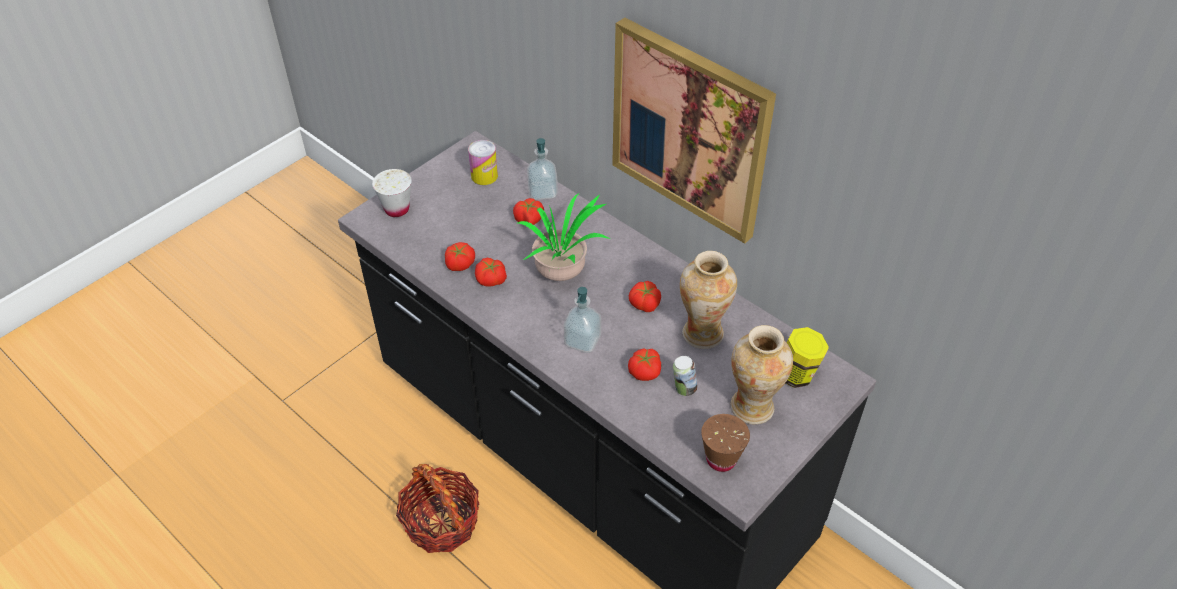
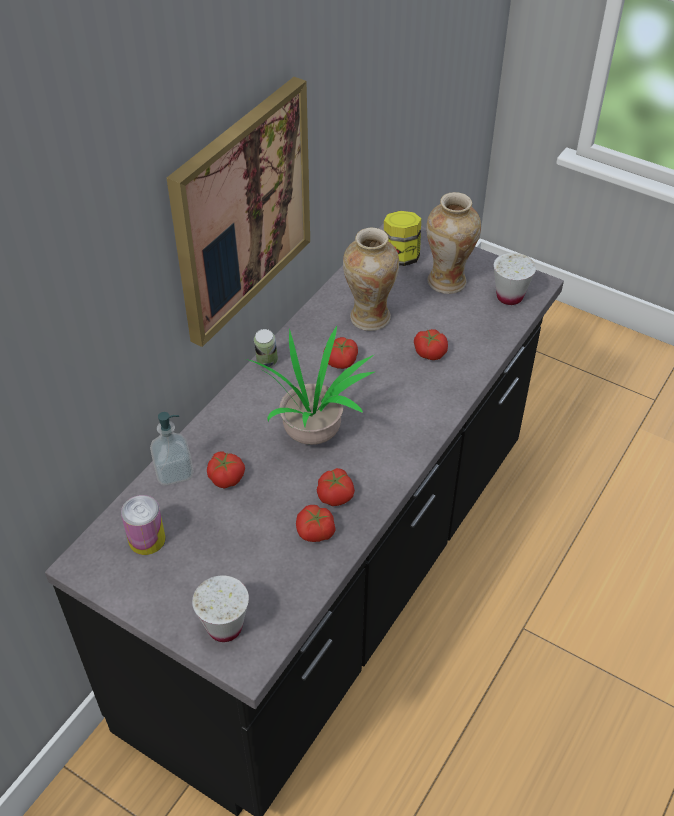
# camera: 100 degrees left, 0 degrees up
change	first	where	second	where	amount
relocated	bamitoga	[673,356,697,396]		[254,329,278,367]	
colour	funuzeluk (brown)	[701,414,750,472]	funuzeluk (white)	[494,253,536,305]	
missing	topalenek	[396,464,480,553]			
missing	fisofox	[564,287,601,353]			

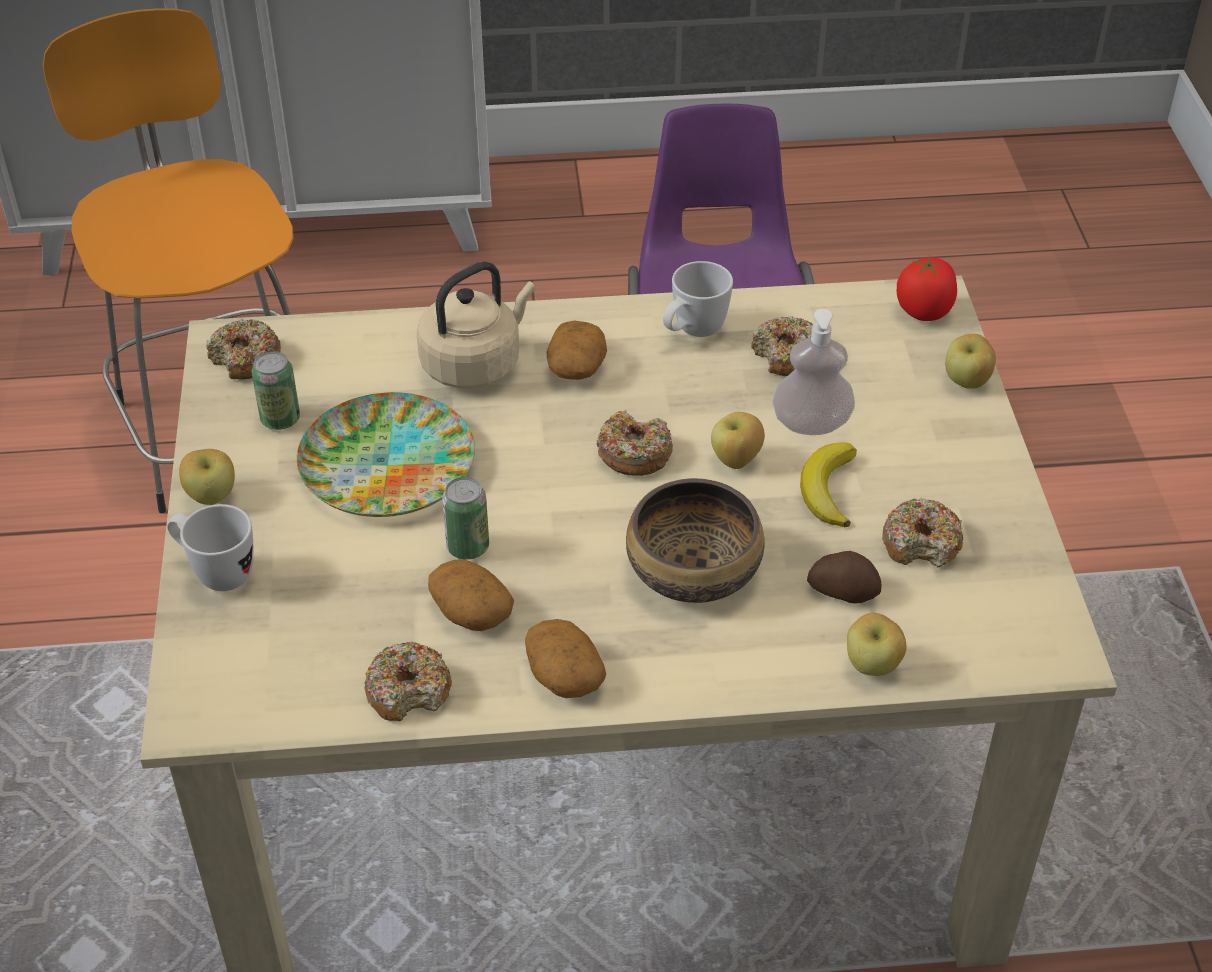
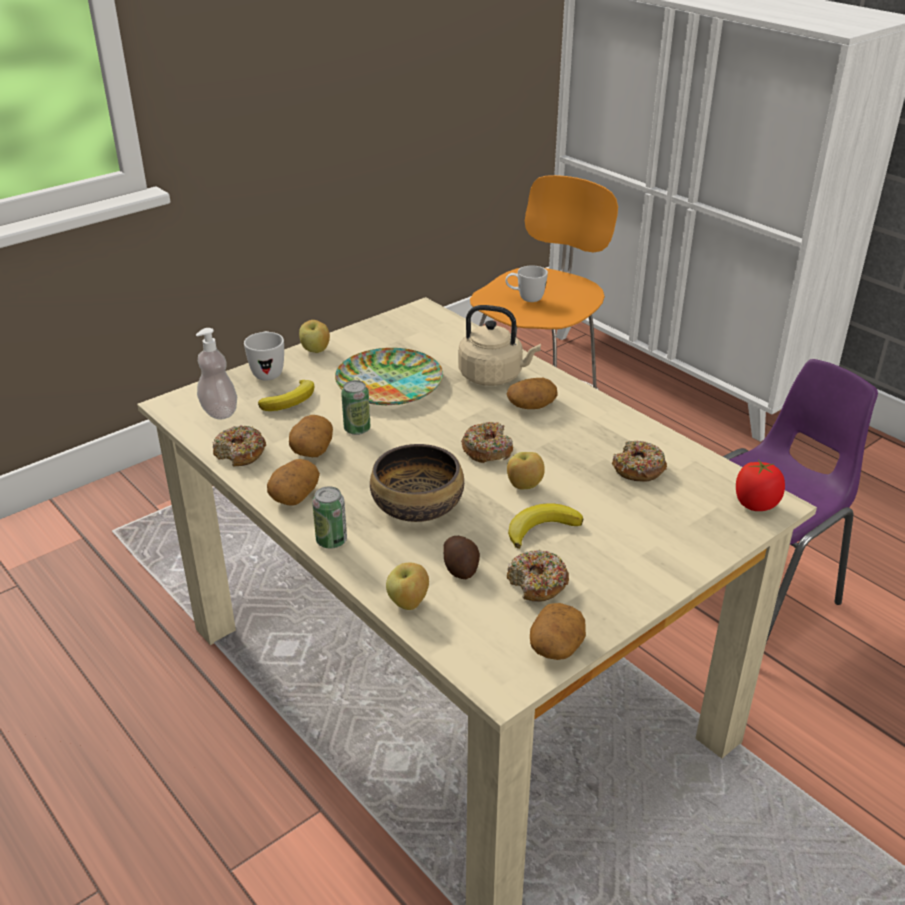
# camera: 55 degrees right, 10 degrees down
change	first	where	second	where	amount
relocated	fisofox	[773,309,855,435]		[196,328,237,420]	
appeared			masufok	[258,380,315,411]	
relocated	bamitoga	[252,351,300,430]		[312,486,347,549]	
relocated	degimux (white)	[663,261,733,337]		[505,265,548,302]	
appeared			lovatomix	[530,603,586,660]	
missing	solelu	[206,319,281,380]			
missing	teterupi	[945,334,996,389]			

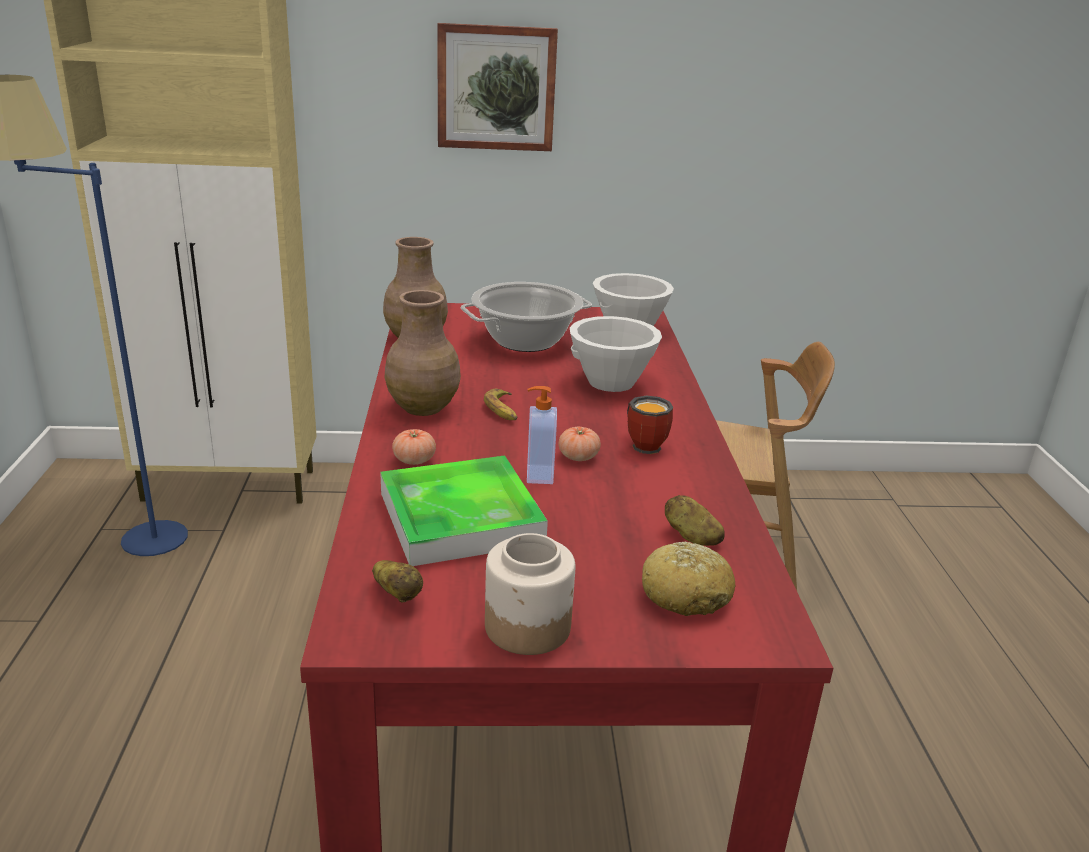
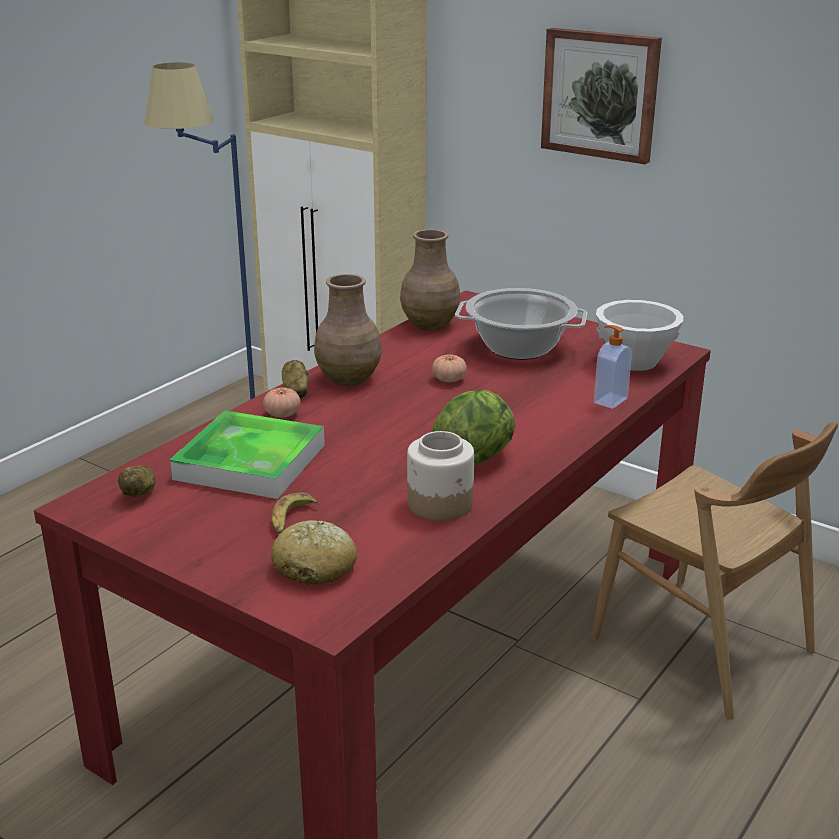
# camera: 40 degrees right, 0 degrees up
change	first	where	second	where	amount
relocated	masufok	[484,389,517,420]		[272,492,320,534]	
relocated	lovatomix	[665,495,725,546]		[282,360,308,398]	
relocated	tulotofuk	[485,533,575,655]		[407,431,474,521]	
relocated	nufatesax	[559,427,601,461]		[432,355,467,382]	
exchanged	degimux	[627,396,673,454]	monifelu	[432,390,515,465]	
relocated	fisofox	[527,386,557,484]		[594,325,632,409]	
missing	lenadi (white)	[570,316,662,392]			

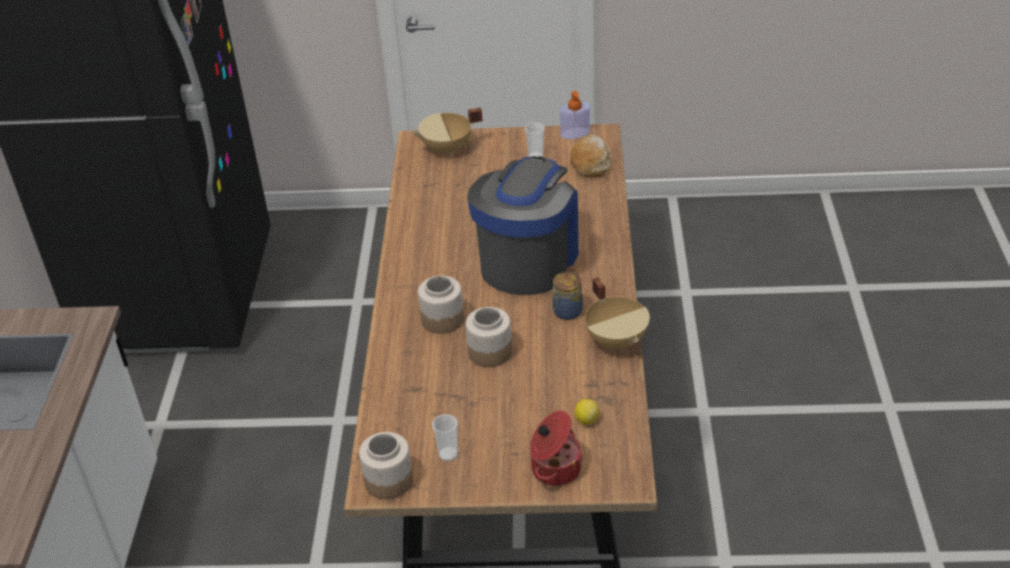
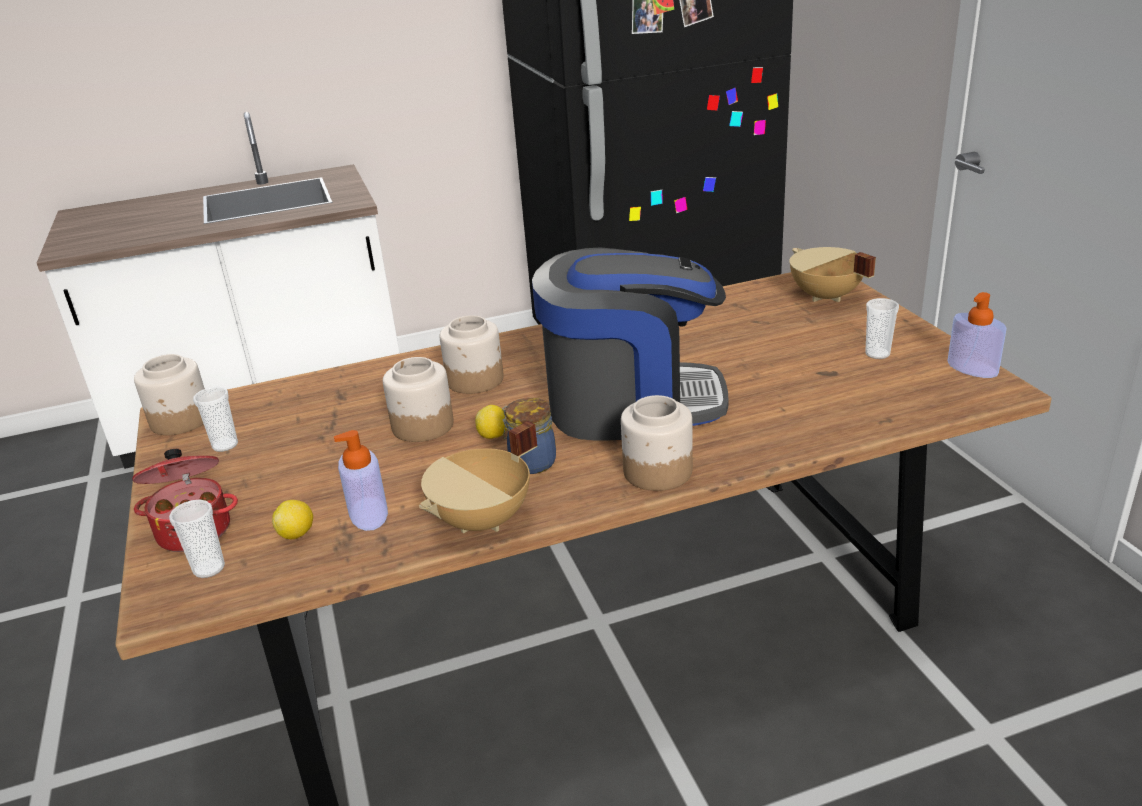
# camera: 70 degrees right, 10 degrees down
change	first	where	second	where	amount
appeared			funuzeluk	[169,500,225,578]	
appeared			fisofox	[334,430,388,531]	
appeared			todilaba	[475,405,507,439]	
appeared			tulotofuk	[621,395,693,491]	
missing	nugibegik	[570,135,611,178]			

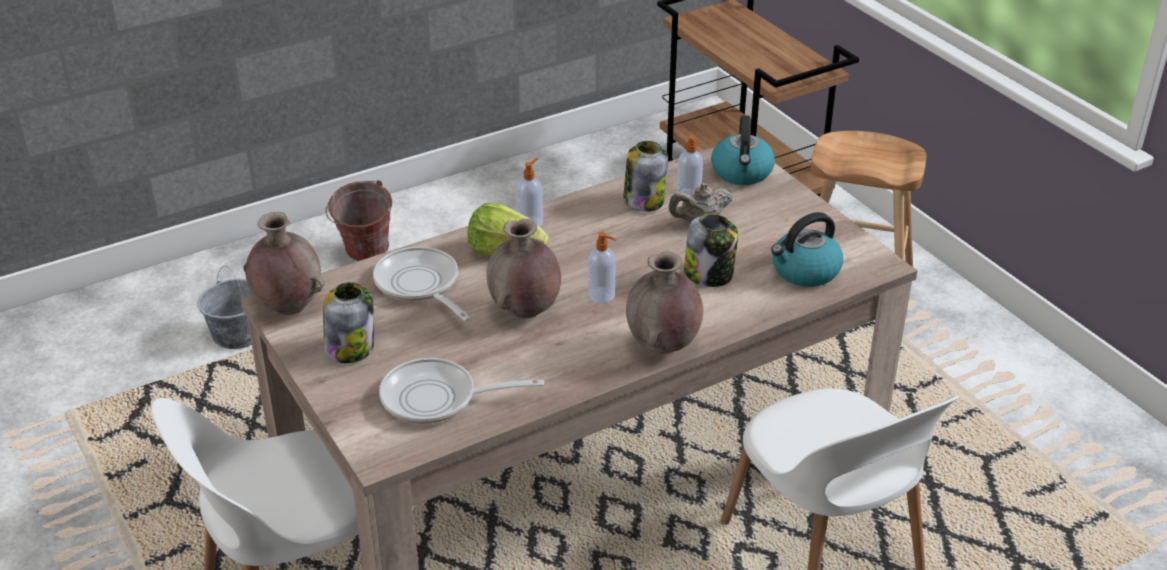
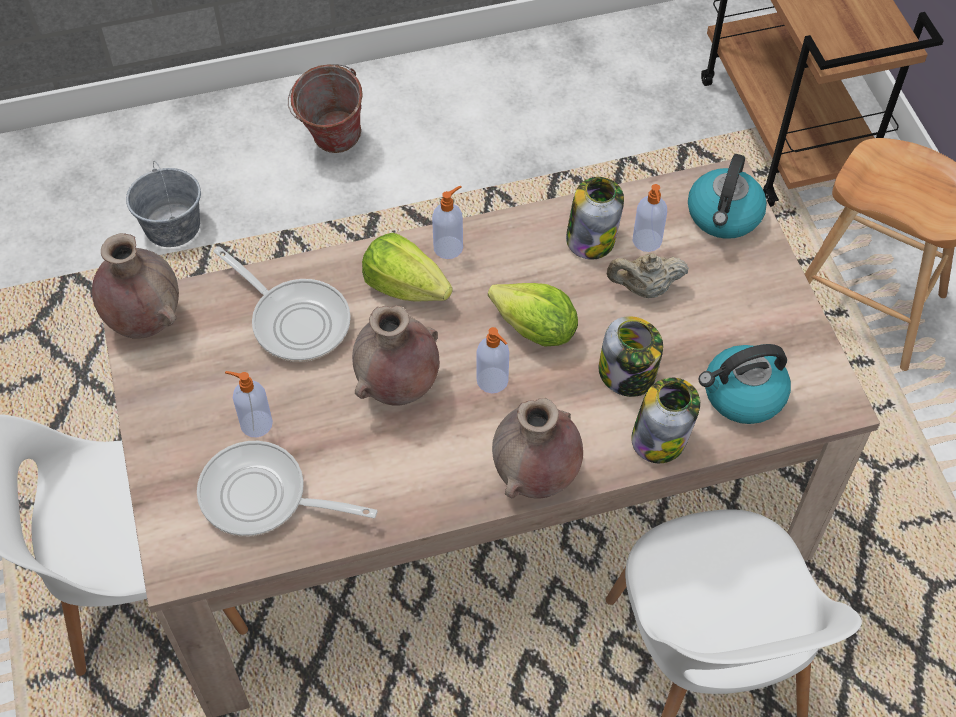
# camera: 15 degrees right, 20 degrees up
change	first	where	second	where	amount
spun	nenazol	[373,246,471,321]		[213,246,351,362]	150 degrees clockwise
appeared			fisofox	[225,371,273,437]	
appeared			monifelu	[488,283,578,347]	
relocated	tulotofuk	[323,282,374,363]		[631,378,700,463]	

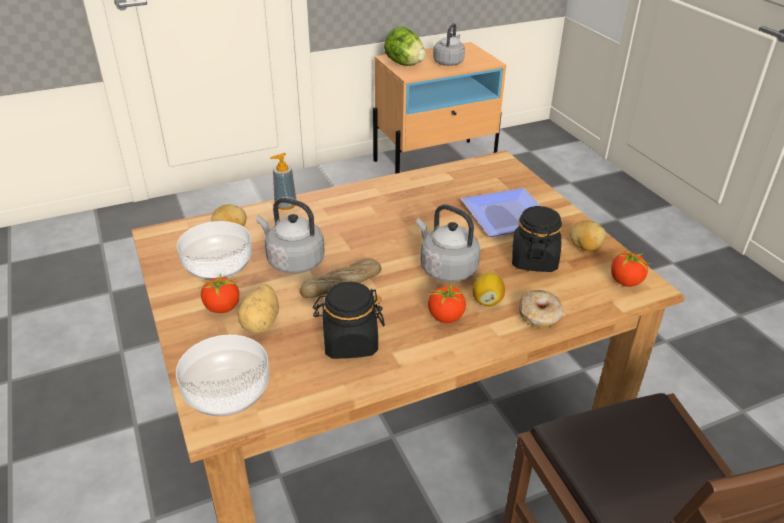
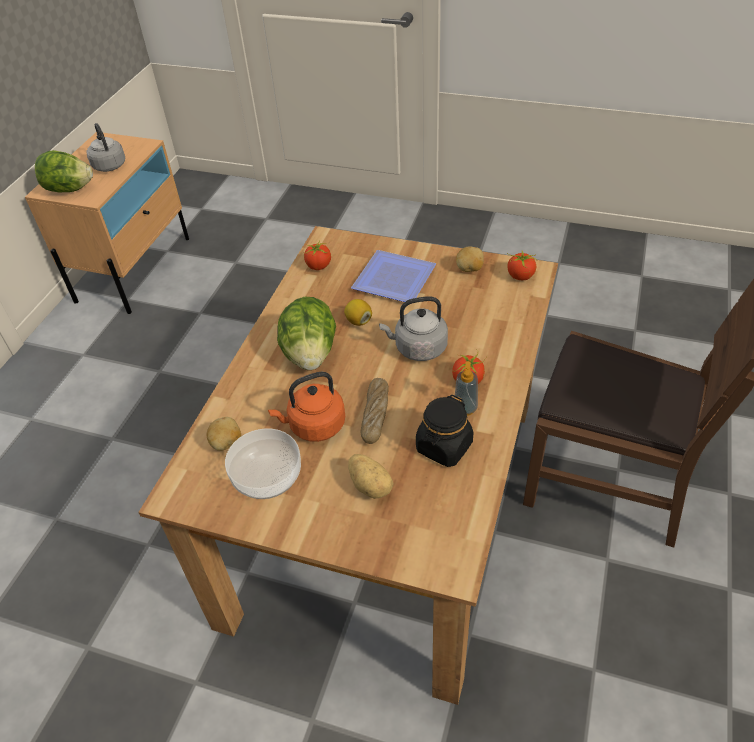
# camera: 45 degrees left, 10 degrees up
change	first	where	second	where	amount
colour	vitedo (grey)	[256,198,325,273]	vitedo (orange)	[268,372,345,442]	
appeared			monifelu	[277,297,336,370]	
relocated	nufatesax	[197,273,240,313]		[304,241,331,270]	
relocated	todilaba	[472,273,505,306]		[344,299,372,326]	
relocated	fisofox	[270,153,296,210]		[454,361,478,416]	
missing	lenadi	[176,335,269,416]			
missing	tulotofuk (black)	[512,206,562,272]			
missing	solelu	[519,290,563,328]			

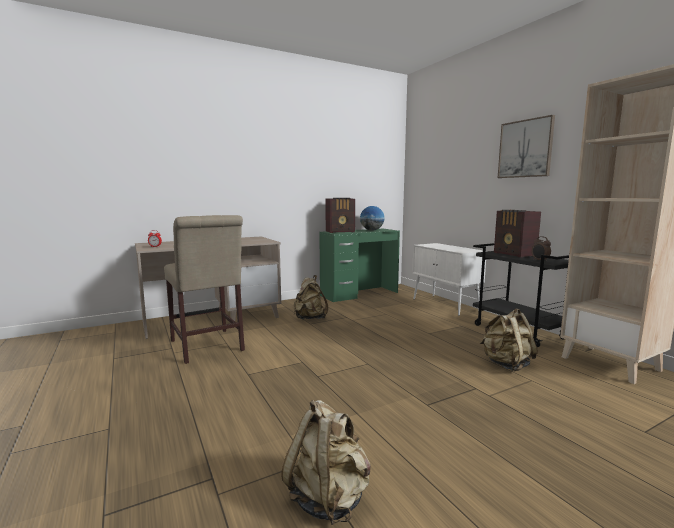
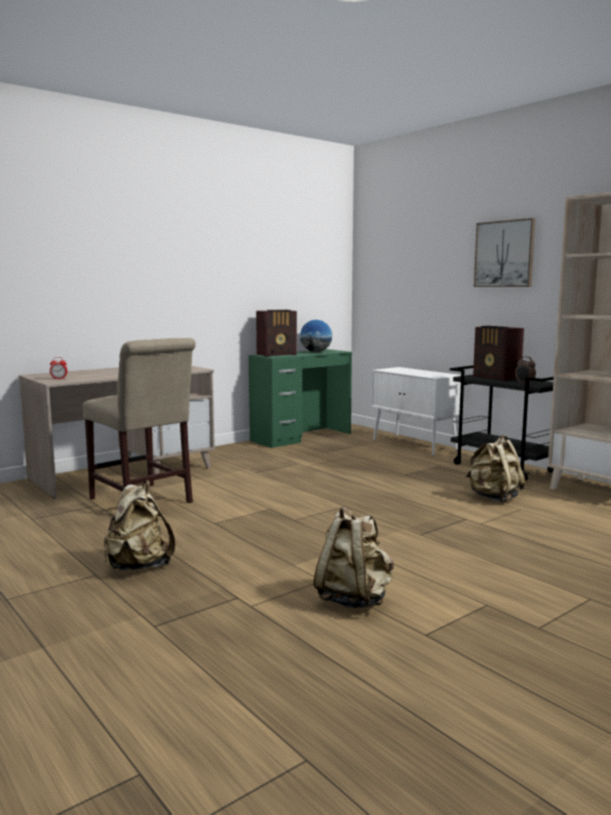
# camera: 10 degrees left, 0 degrees up
change	first	where	second	where	amount
relocated	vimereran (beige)	[294,275,328,319]		[104,480,175,570]	

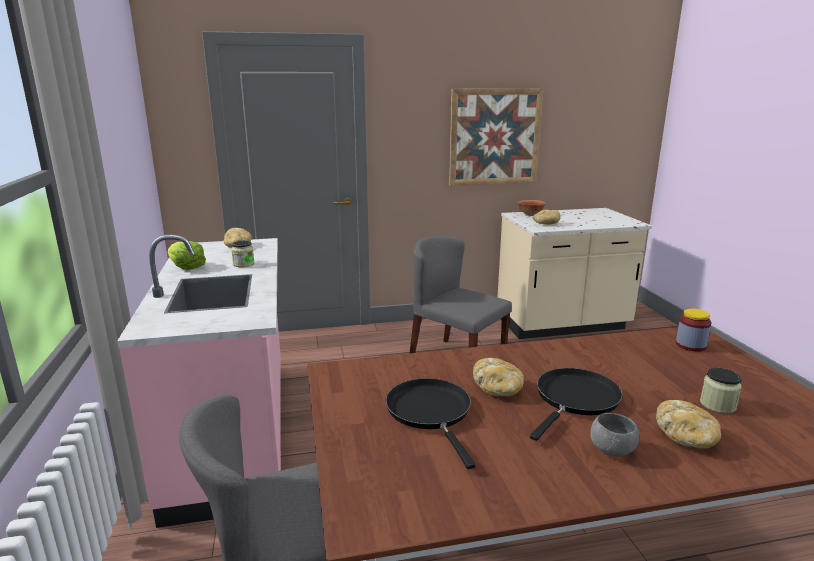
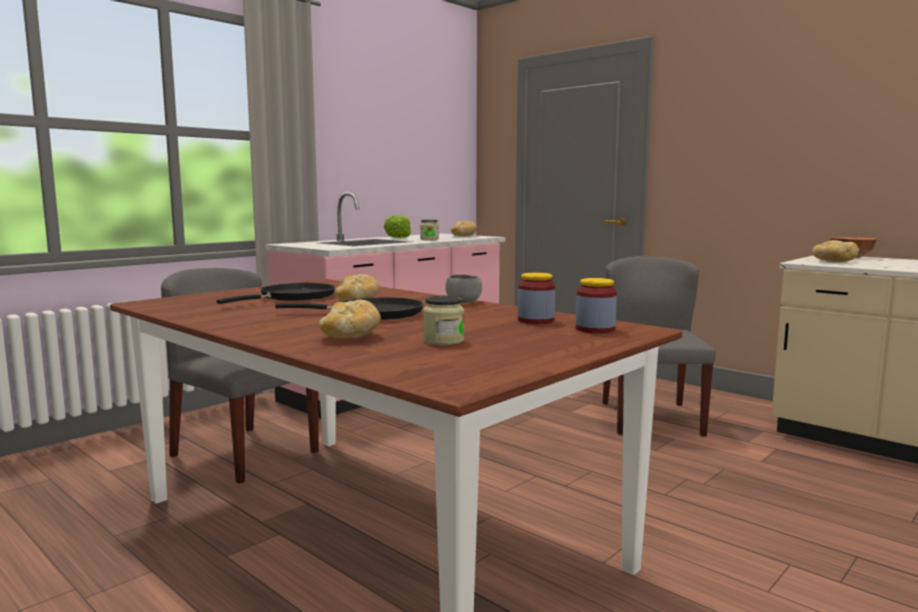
# camera: 55 degrees right, 10 degrees down
change	first	where	second	where	amount
relocated	lenadi (grey)	[590,413,639,456]		[445,274,482,303]	
appeared			tulotofuk	[518,273,555,324]	
missing	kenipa	[449,88,543,186]			

